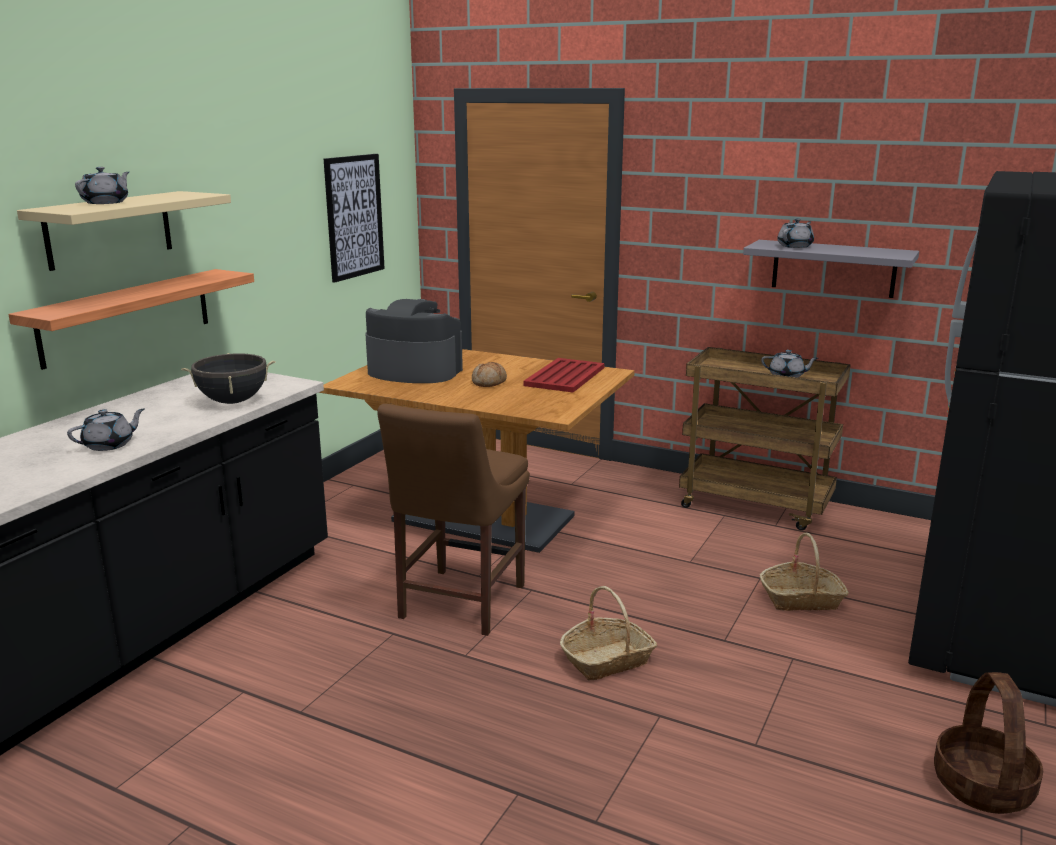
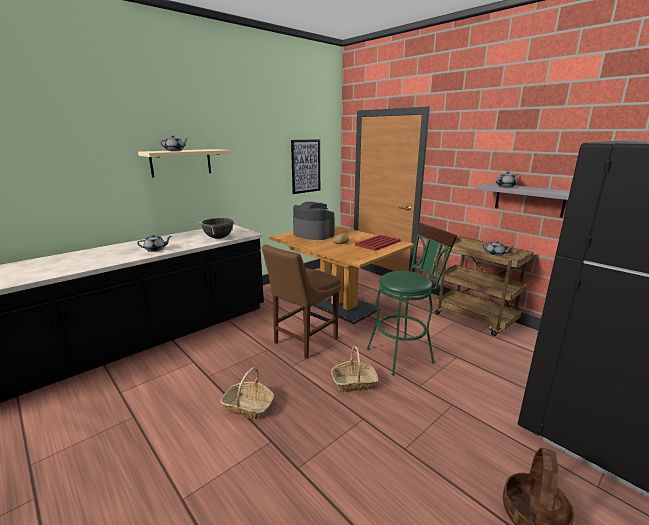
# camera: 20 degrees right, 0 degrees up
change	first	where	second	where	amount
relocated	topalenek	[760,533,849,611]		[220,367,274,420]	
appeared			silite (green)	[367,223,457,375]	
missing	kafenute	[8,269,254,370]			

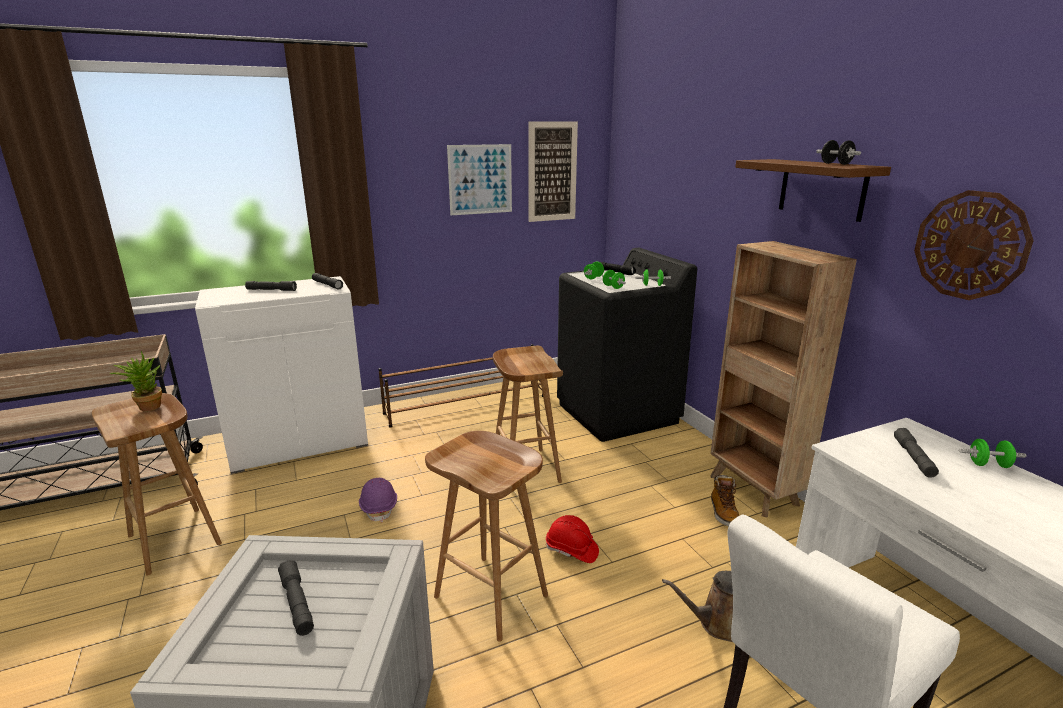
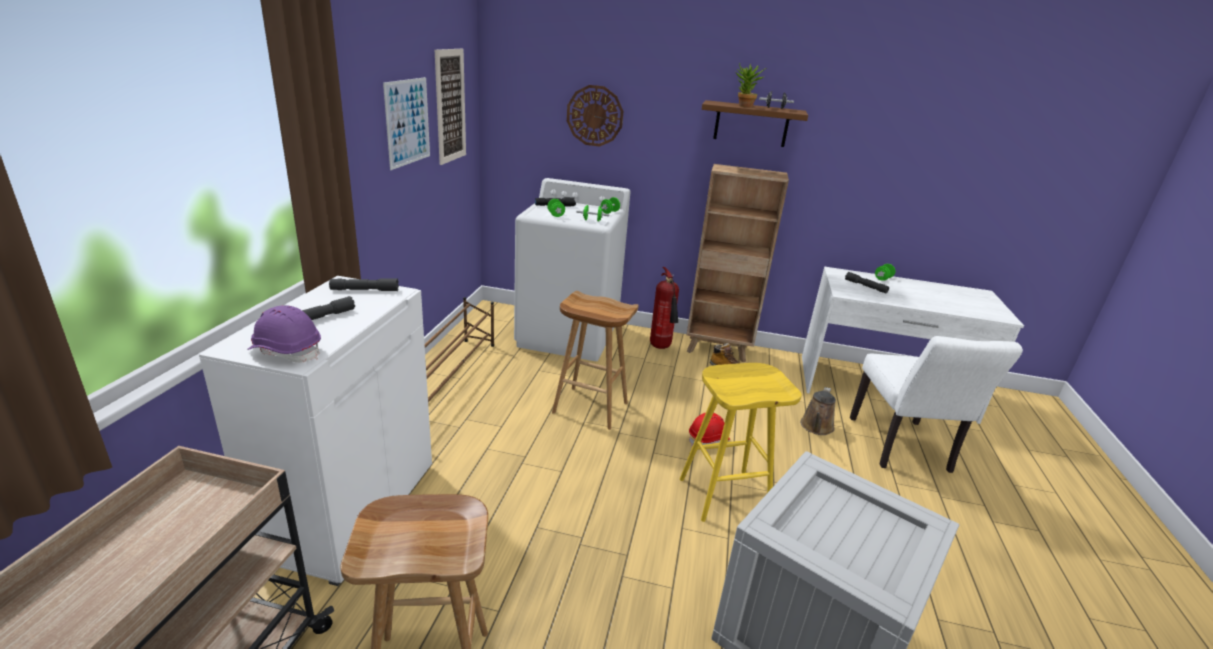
# camera: 55 degrees left, 5 degrees up
change	first	where	second	where	amount
relocated	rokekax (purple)	[359,478,397,522]		[247,305,321,363]	
colour	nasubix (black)	[557,248,697,442]	nasubix (white)	[514,178,631,361]	
relocated	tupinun	[914,190,1034,300]		[567,85,623,147]	
appeared			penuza	[650,267,679,349]	
colour	silite (brown)	[425,431,548,642]	silite (yellow)	[680,363,802,522]	
relocated	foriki	[110,351,162,411]		[736,63,767,107]	
missing	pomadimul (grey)	[278,560,314,636]			

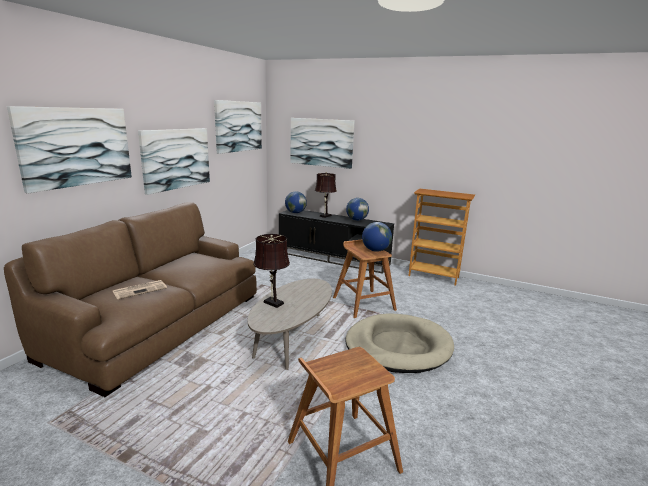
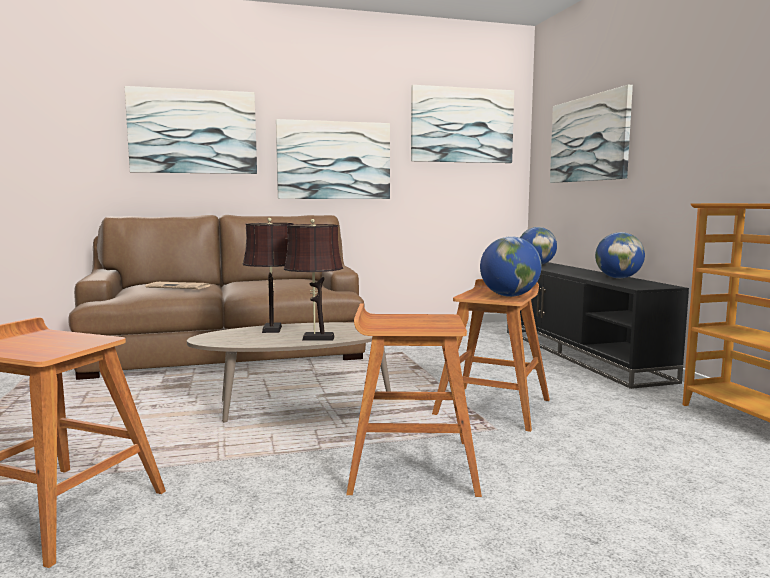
# camera: 50 degrees right, 10 degrees down
change	first	where	second	where	amount
relocated	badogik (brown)	[315,172,337,218]		[284,219,343,341]	
exchanged	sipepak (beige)	[345,313,454,373]	silite (brown)	[346,304,482,497]	

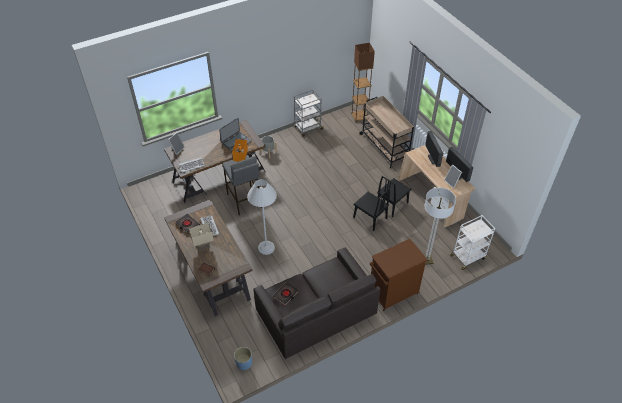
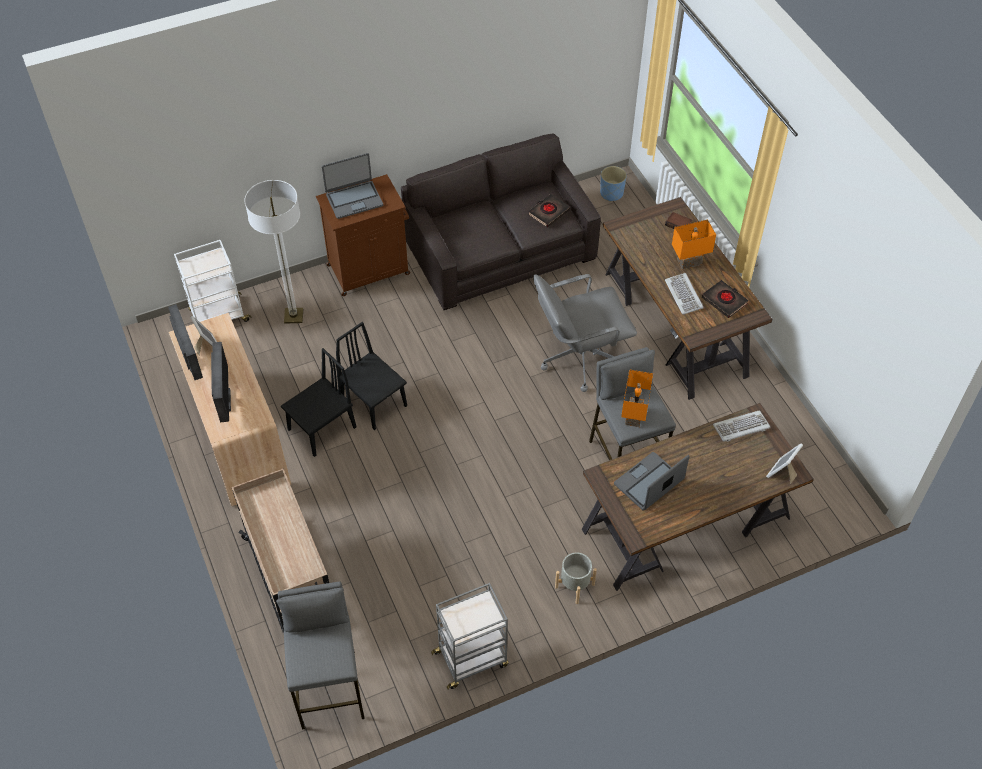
# camera: 175 degrees left, 5 degrees up
change	first	where	second	where	amount
exchanged	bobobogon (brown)	[351,43,375,123]	silite (grey)	[276,582,365,729]	
appeared			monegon	[322,153,383,219]	
exchanged	bobobogon (white)	[247,179,277,255]	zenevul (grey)	[533,274,637,392]	
colour	badogik (beige)	[189,222,214,251]	badogik (orange)	[672,220,716,269]	

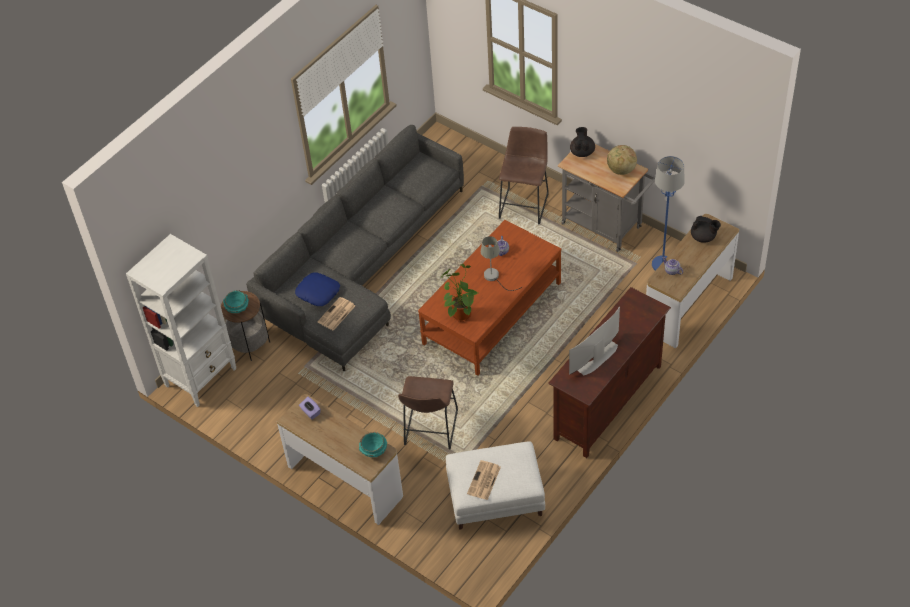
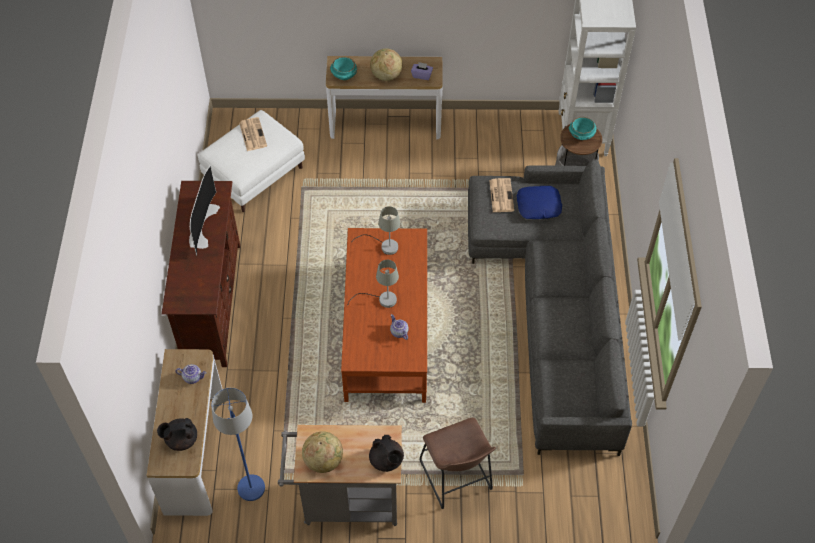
# camera: 140 degrees right, 5 degrees up
change	first	where	second	where	amount
exchanged	foriki	[441,264,478,322]	badogik (grey)	[351,206,400,255]	
appeared			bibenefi	[370,48,402,81]	
missing	silite (brown)	[398,376,458,449]			

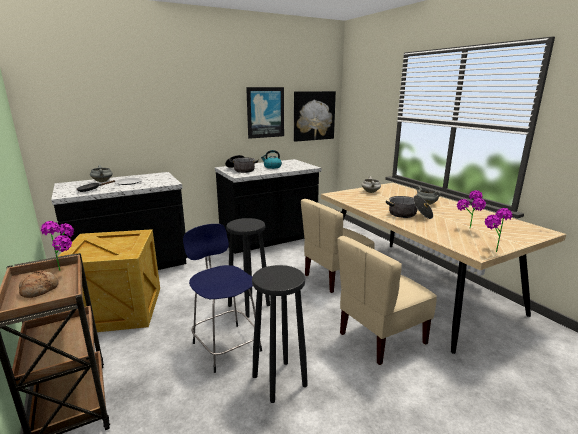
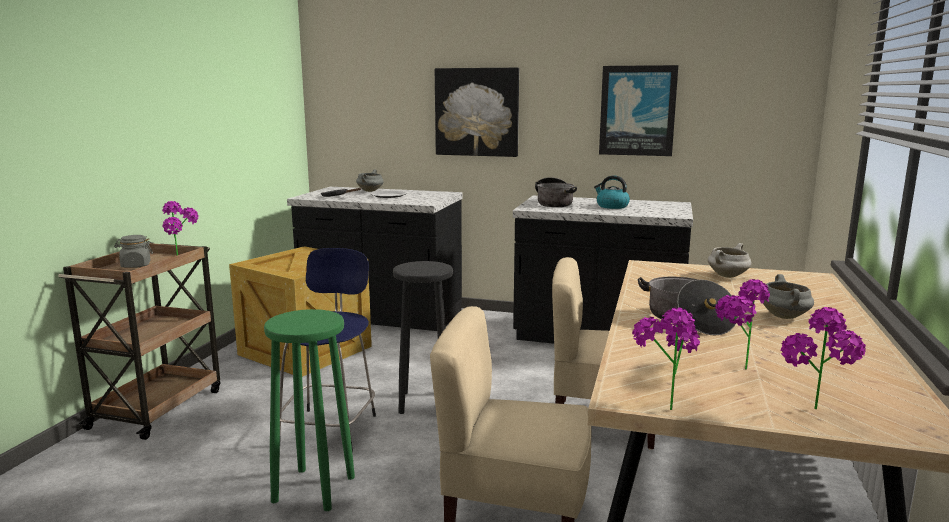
# camera: 45 degrees right, 5 degrees down
change	first	where	second	where	amount
exchanged	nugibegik	[19,270,59,298]	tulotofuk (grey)	[114,235,153,268]	
colour	silite (black)	[252,265,308,403]	silite (green)	[264,309,355,511]	
relocated	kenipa	[294,91,336,142]		[435,68,519,157]	
appeared			foriki	[781,307,866,409]	

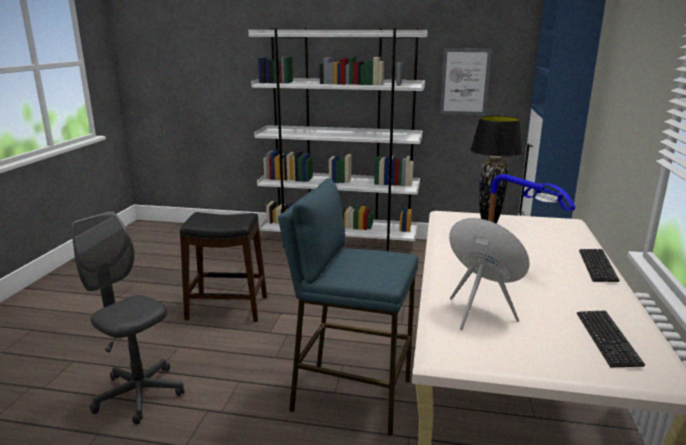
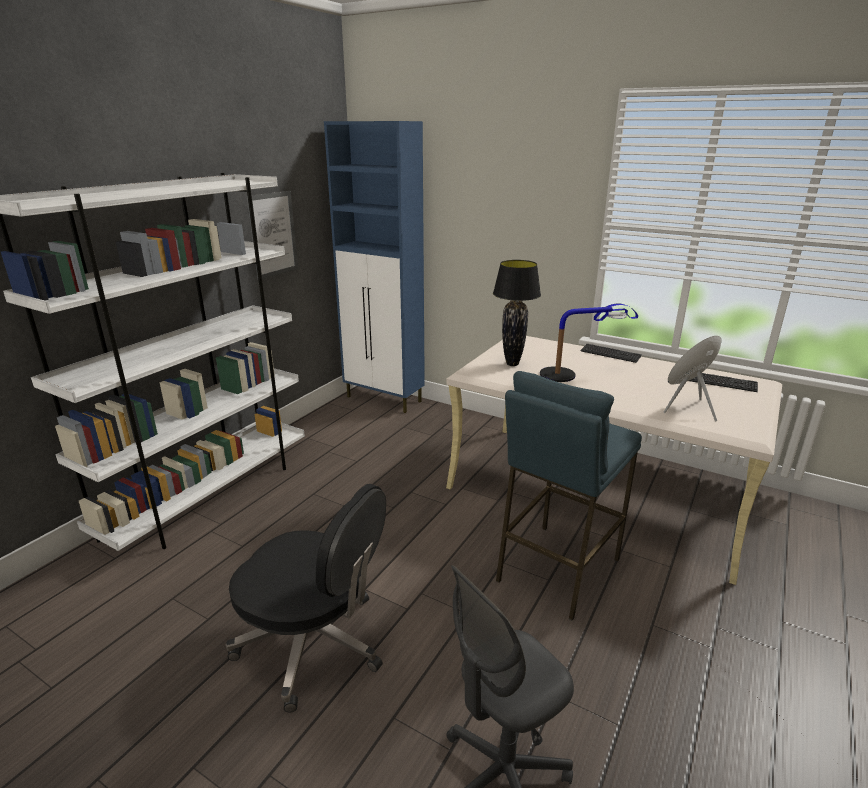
# camera: 70 degrees left, 5 degrees up
change	first	where	second	where	amount
exchanged	silite (black)	[180,212,267,322]	zenevul (black)	[226,484,386,712]	

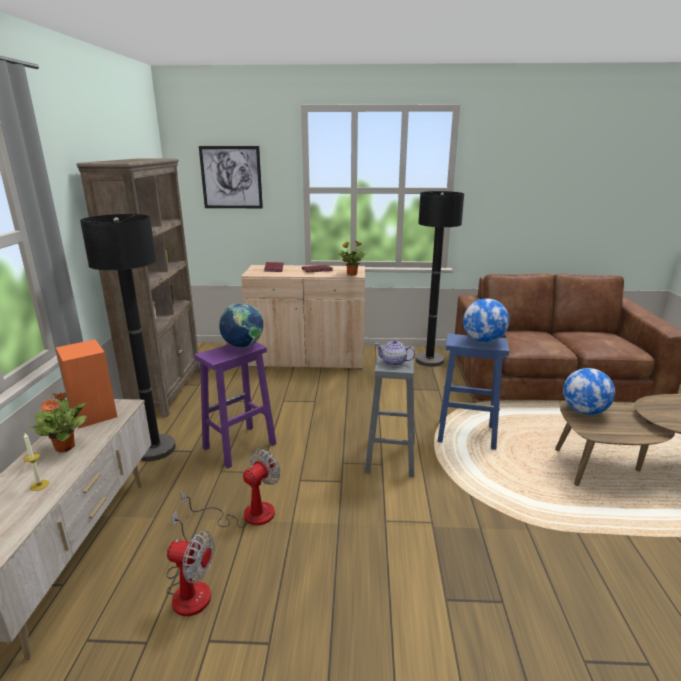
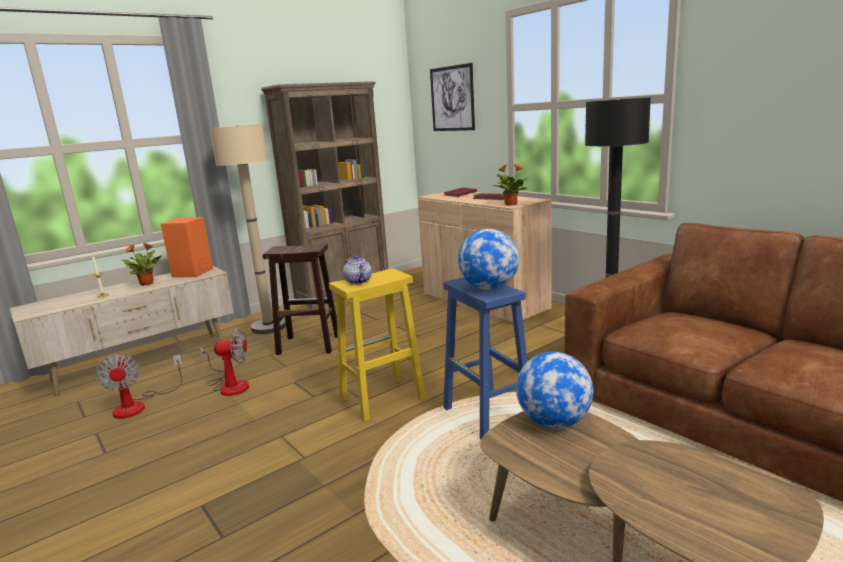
# camera: 50 degrees right, 5 degrees down
change	first	where	second	where	amount
colour	bobobogon (black)	[80,214,176,461]	bobobogon (beige)	[210,124,286,334]	
colour	silite (purple)	[194,342,276,468]	silite (brown)	[263,244,338,355]	
colour	silite (grey)	[365,345,415,477]	silite (yellow)	[329,268,426,422]	
missing	bibenefi	[219,303,264,348]			

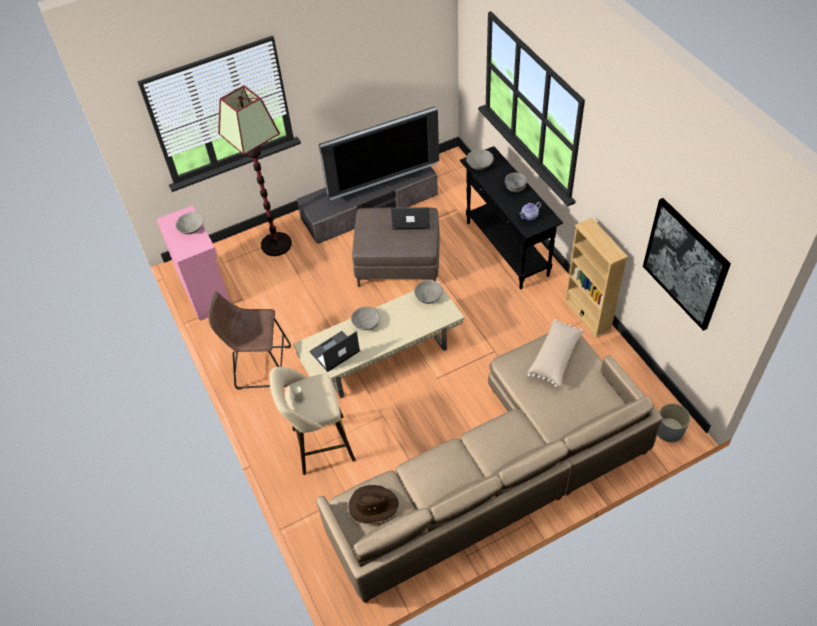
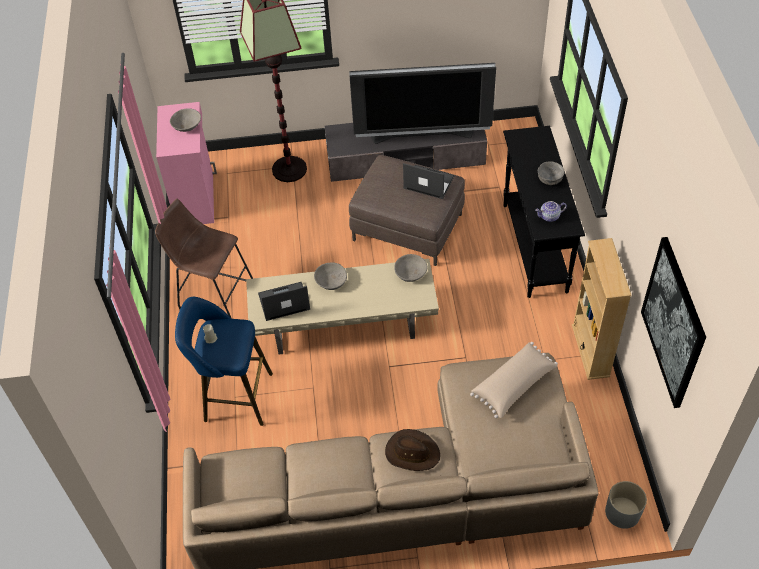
# camera: 20 degrees right, 0 degrees up
change	first	where	second	where	amount
colour	silite (beige)	[269,367,356,475]	silite (blue)	[175,297,273,426]	
relocated	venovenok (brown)	[349,485,399,523]		[385,429,440,471]	
missing	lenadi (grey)	[466,149,494,170]			

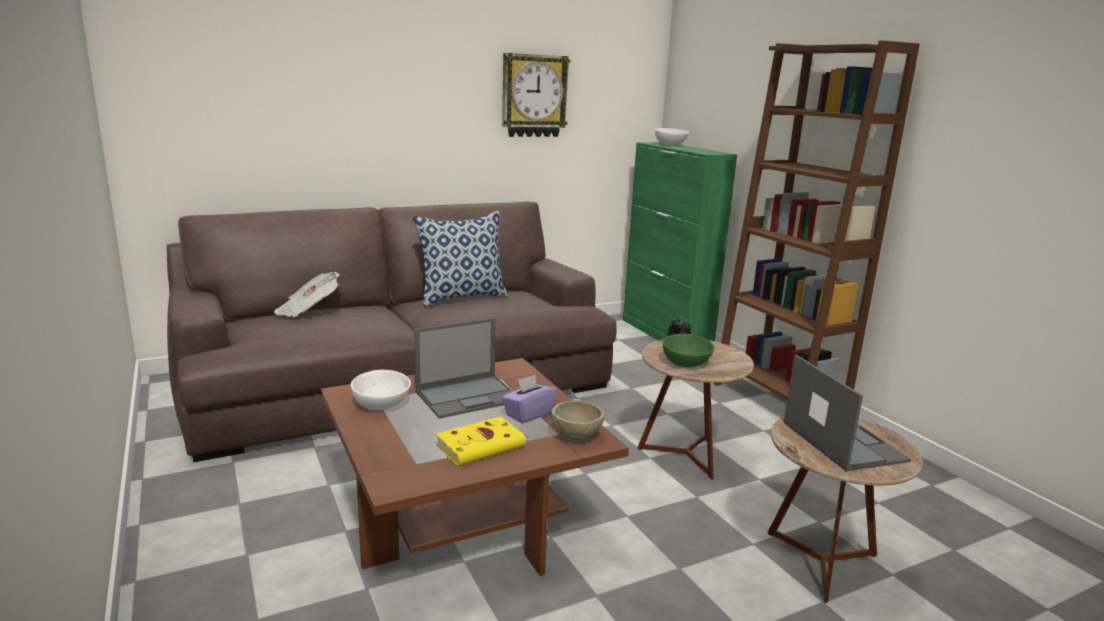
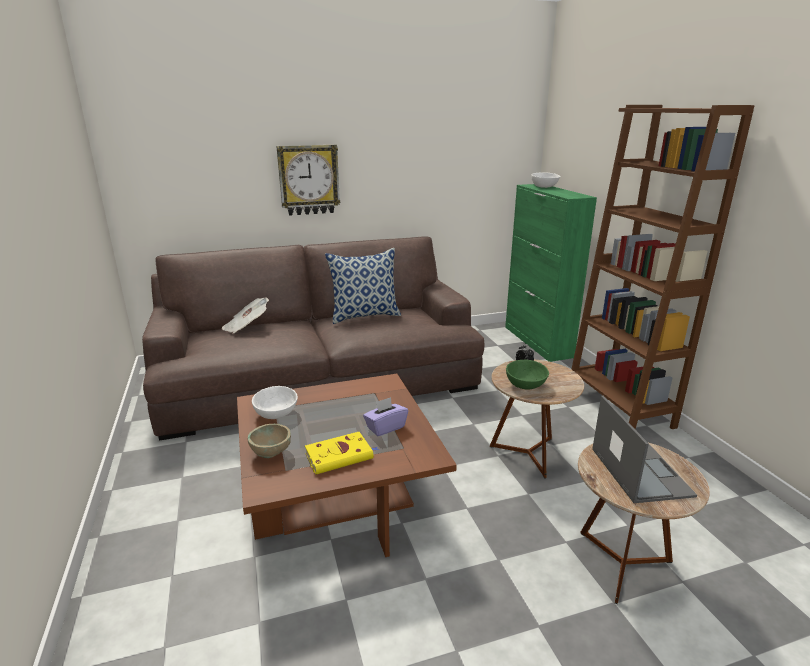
# camera: 10 degrees right, 5 degrees up
change	first	where	second	where	amount
relocated	lenadi (beige)	[551,401,605,440]		[248,424,291,458]	
relocated	tupinun	[502,53,570,137]		[276,145,340,215]	
missing	monegon	[414,318,513,419]			

